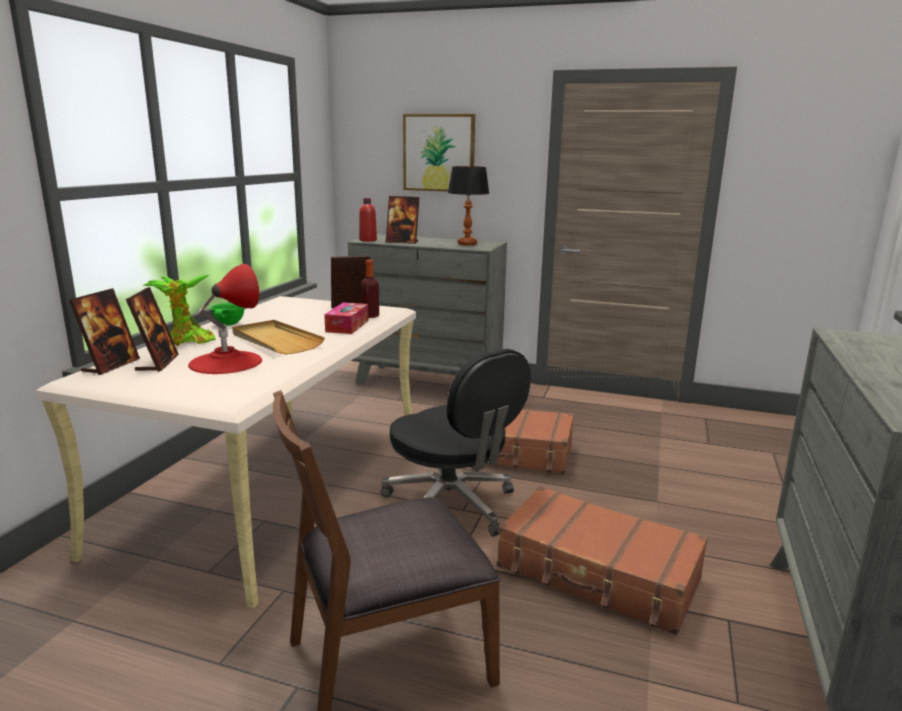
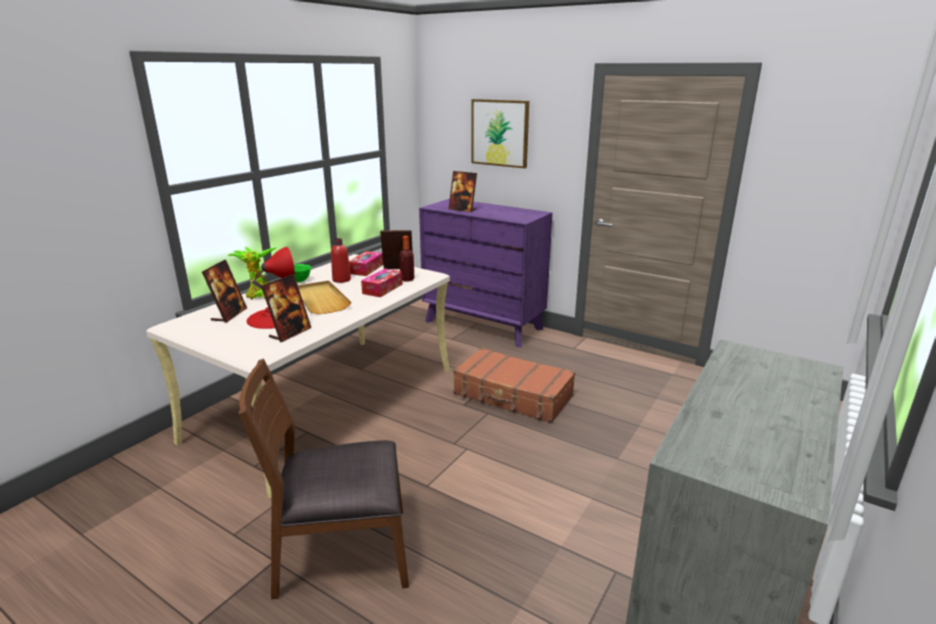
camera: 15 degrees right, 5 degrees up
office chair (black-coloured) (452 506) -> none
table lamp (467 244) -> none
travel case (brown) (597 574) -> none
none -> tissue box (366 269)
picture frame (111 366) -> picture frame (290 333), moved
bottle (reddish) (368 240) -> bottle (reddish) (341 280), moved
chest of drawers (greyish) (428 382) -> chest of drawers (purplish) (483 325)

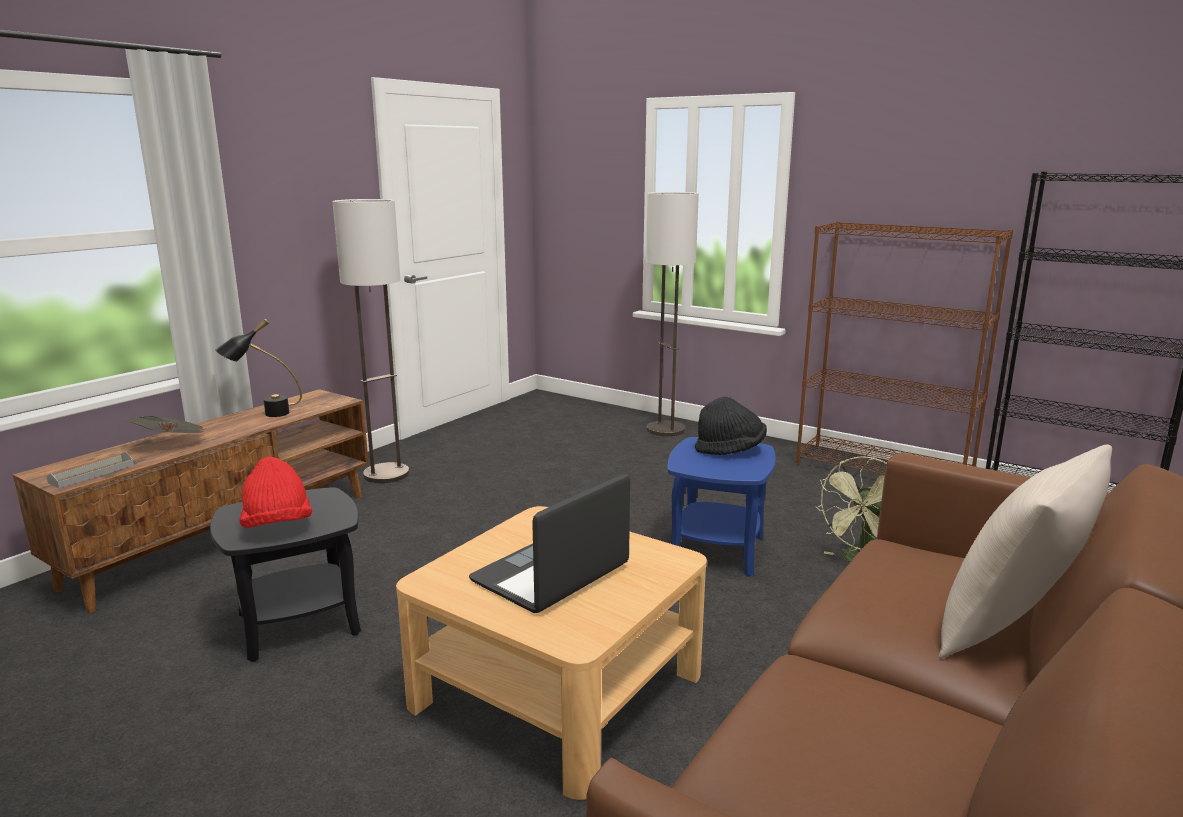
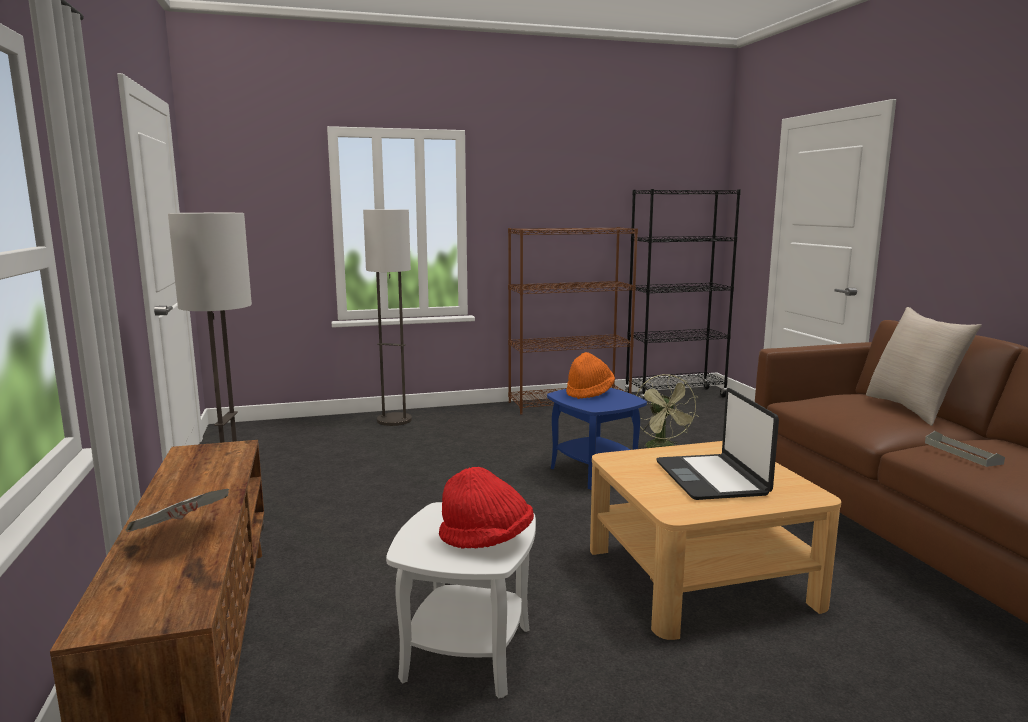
camera: 50 degrees left, 5 degrees down
table lamp (black-coloured) (265 414) -> none
serving tray (greyish) (92 474) -> serving tray (greyish) (962 453), moved
side table (black-coloured) (299 624) -> side table (white) (467 653)
clothing hat (black-coloured) (730 450) -> clothing hat (orangey) (589 393)

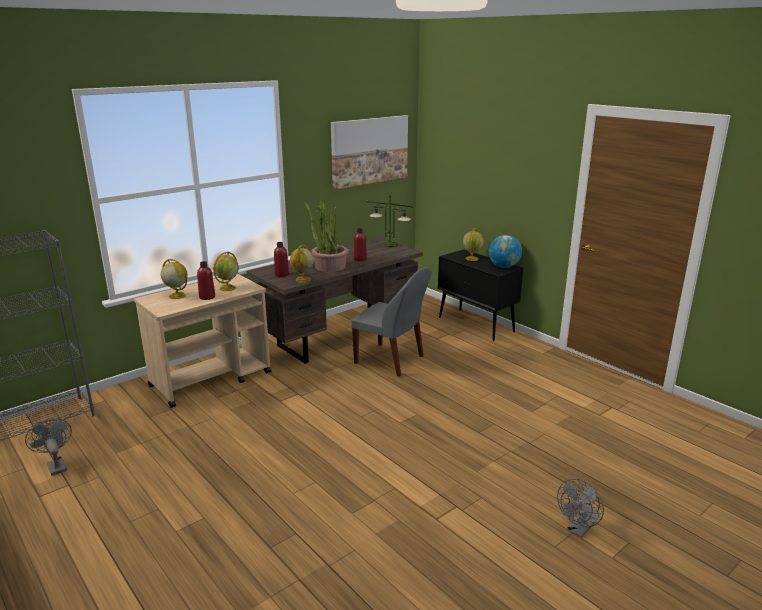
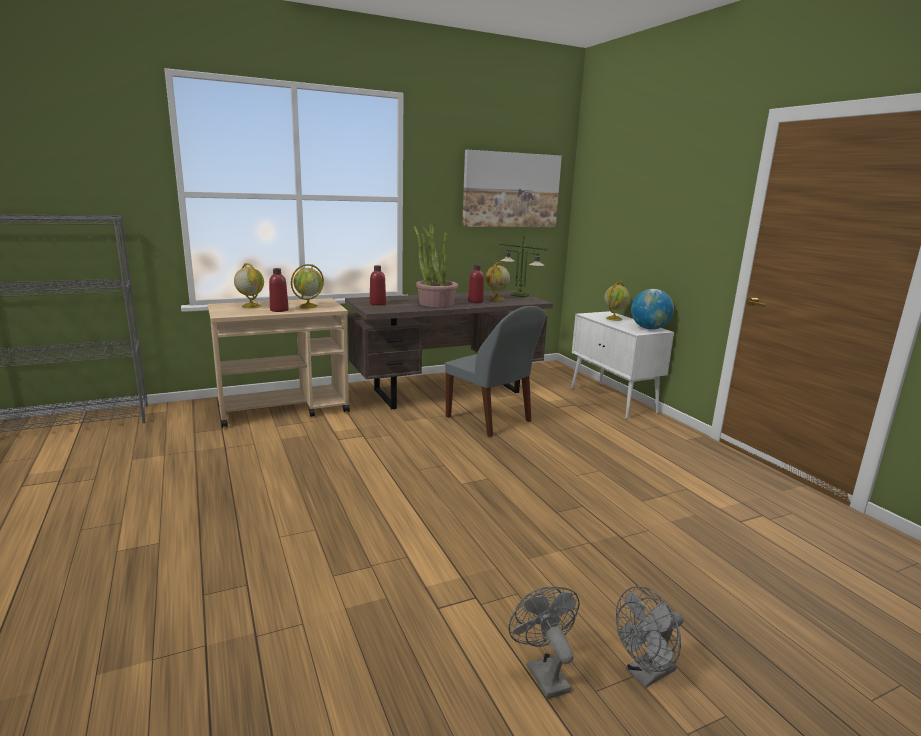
camera: 15 degrees right, 5 degrees down
cooling fan (greyish) (55 465) -> cooling fan (greyish) (543 672), moved
globe (303 280) -> globe (496 299), moved
cupboard (black-coloured) (476 325) -> cupboard (white) (613 401)

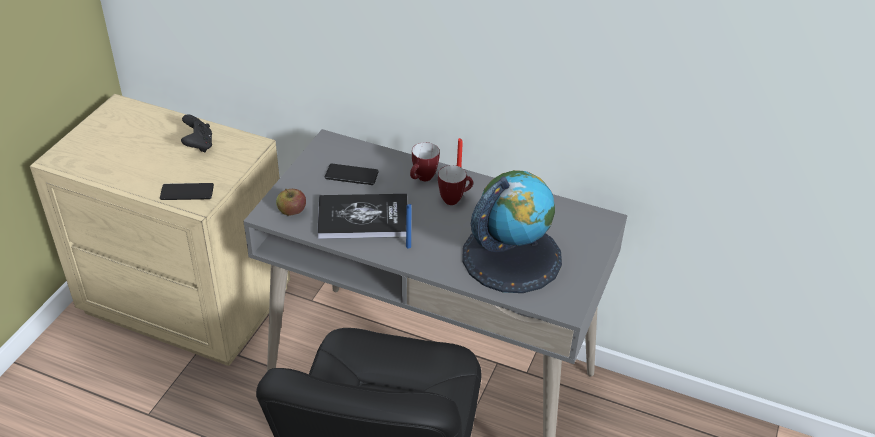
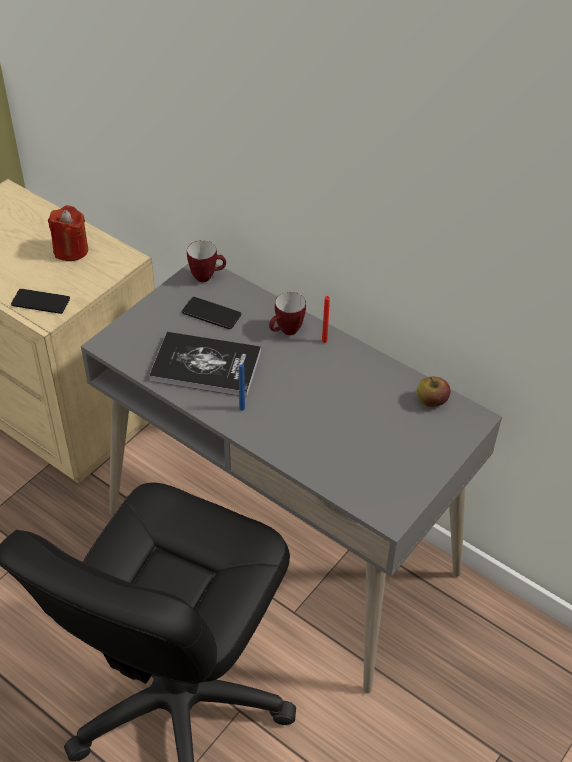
camera: 15 degrees right, 5 degrees up
globe (511 256) -> none
apple fruit (292 211) -> apple fruit (431 401), moved
mug (454 199) -> mug (207 277), moved
gamepad (black-coloured) (198 145) -> candle (reddish) (71 250)

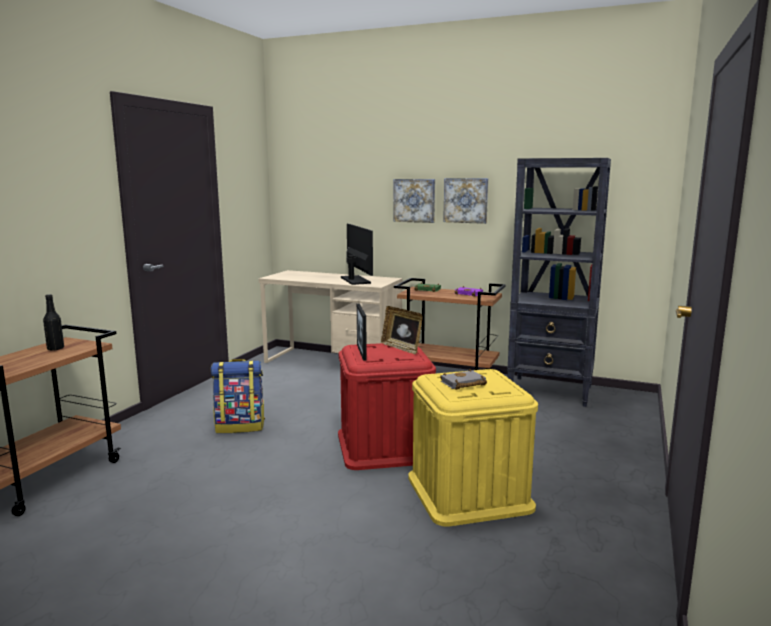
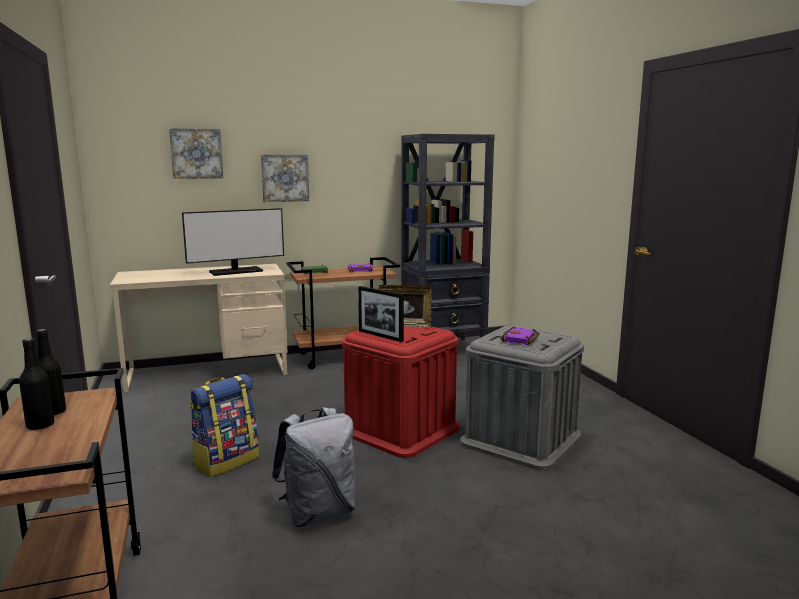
camera: 40 degrees left, 0 degrees up
none -> bottle (black-coloured) (40 425)
none -> backpack (greyish) (318 513)
wall picture (466 200) -> wall picture (196 153), moved
storage box (yellow) (469 492) -> storage box (greyish) (521 439)
book (greyish) (463 384) -> book (purplish) (521 340)
computer display (355 280) -> computer display (236 271), 120 degrees clockwise

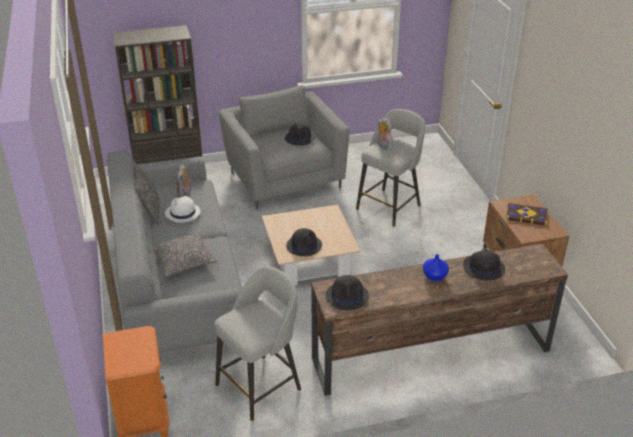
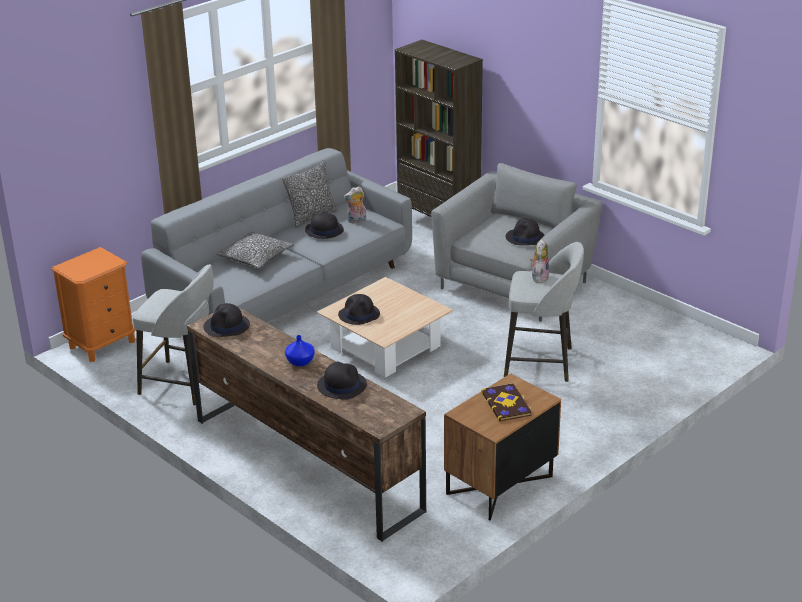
camera: 60 degrees right, 5 degrees down
clothing hat (white) (182 213) -> clothing hat (black-coloured) (324 230)

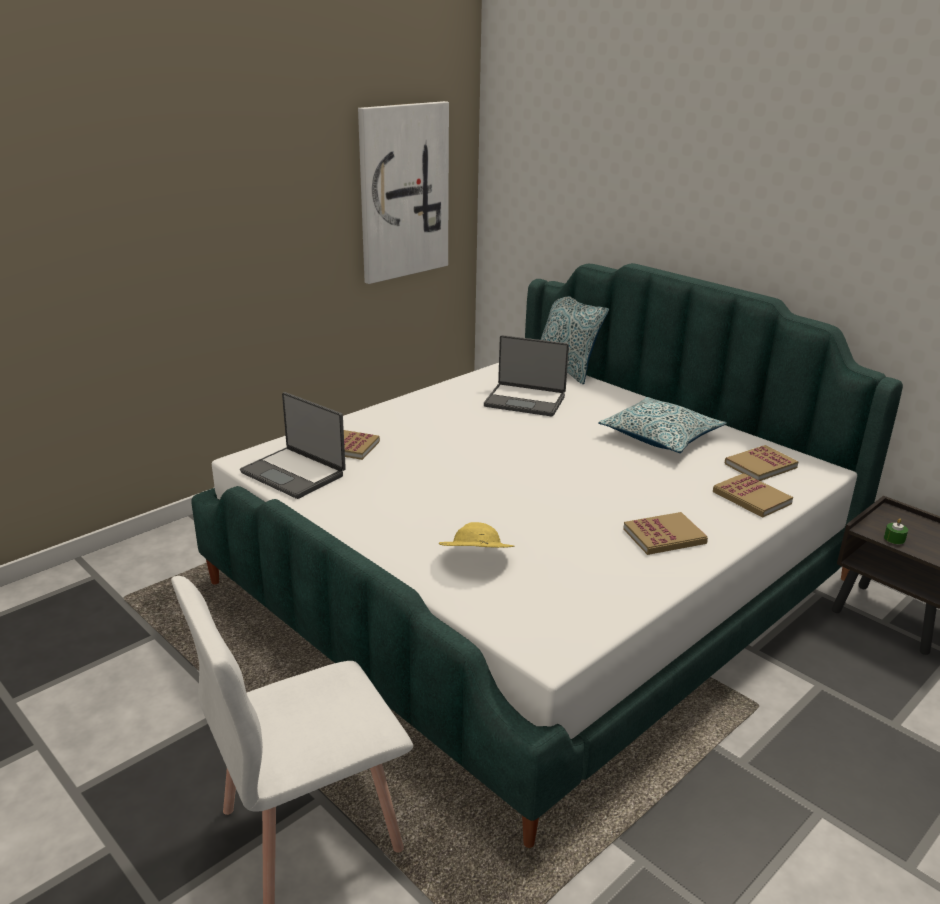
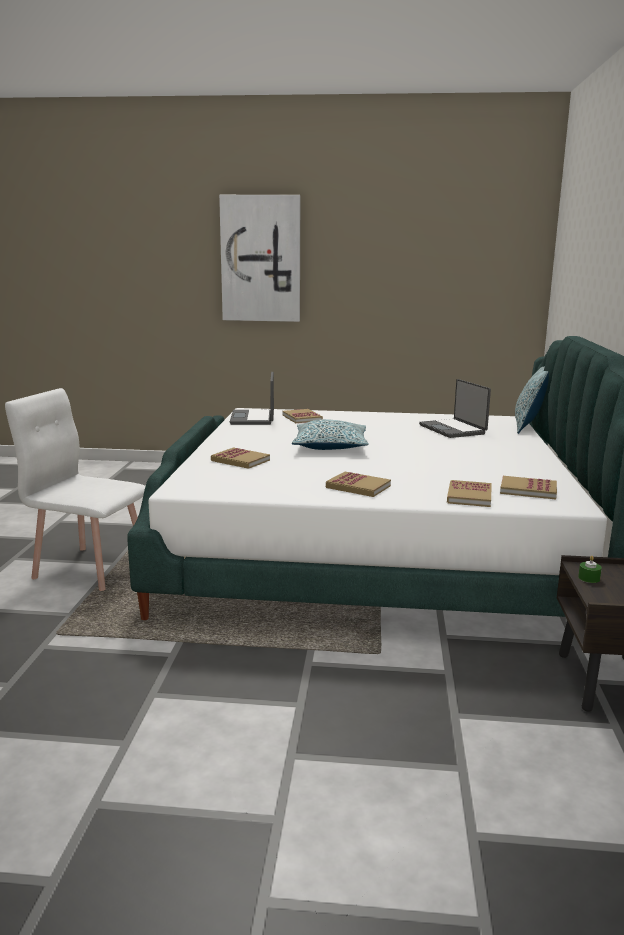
camera: 50 degrees right, 10 degrees down
wall picture (403 192) -> wall picture (261 259), moved
cushion (660 437) -> cushion (330 446), moved
clothing hat (yellow) (475 560) -> book (240 460)

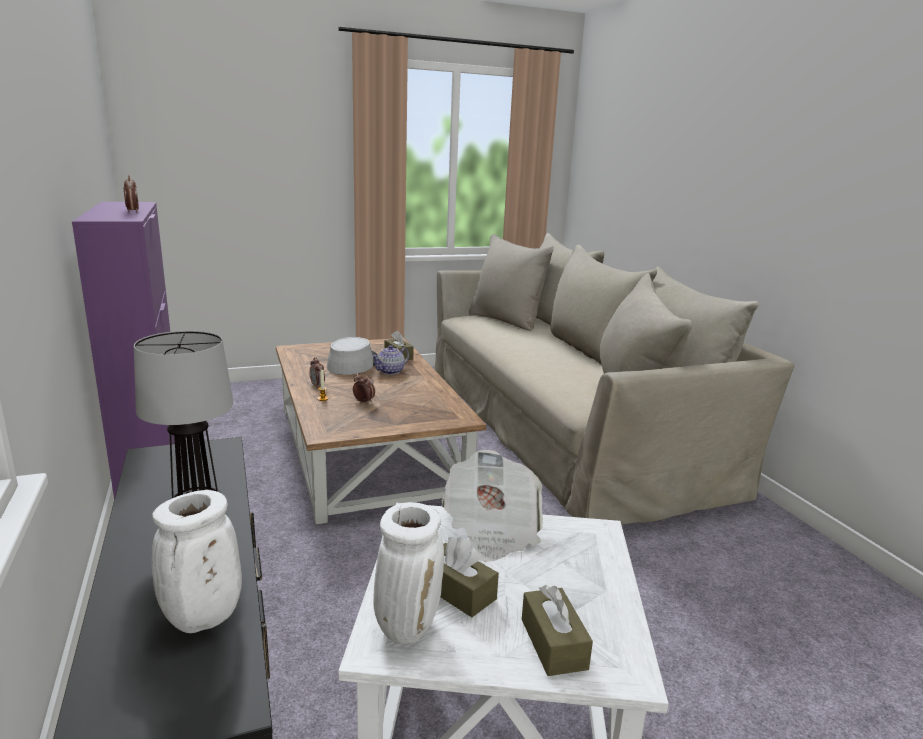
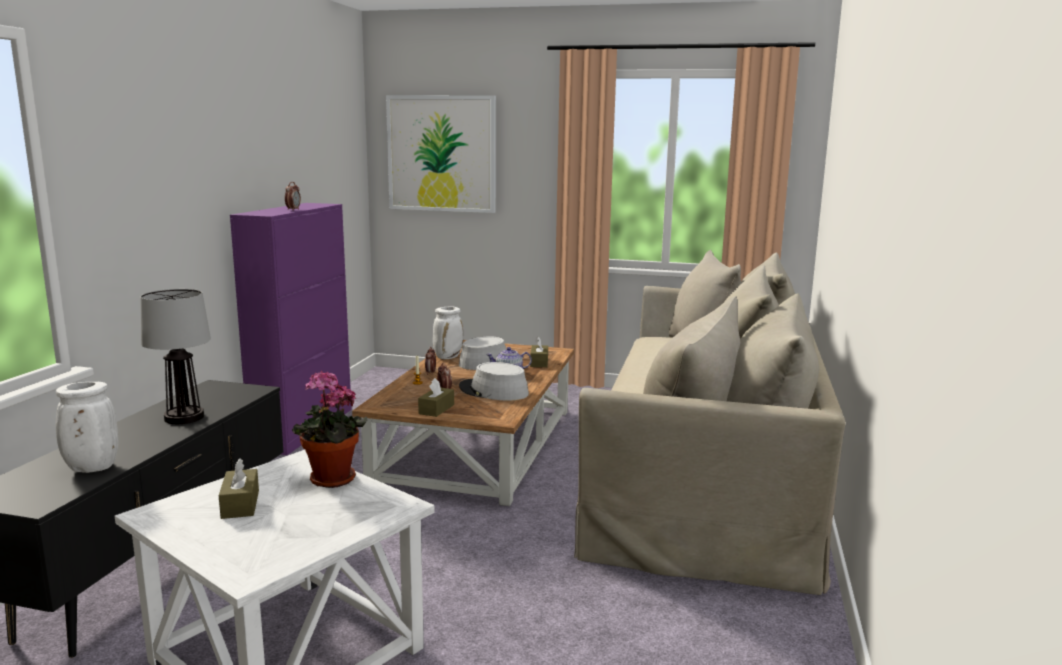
camera: 35 degrees right, 5 degrees down
none -> wall picture (441 154)
none -> clothing hat (greyish) (493 391)
flower vase (white) (407 625) -> flower vase (white) (448 357), moved
tissue box (brown) (553 643) -> tissue box (brown) (436 409), moved
daily paper (492 529) -> plant in a pot (330 481)

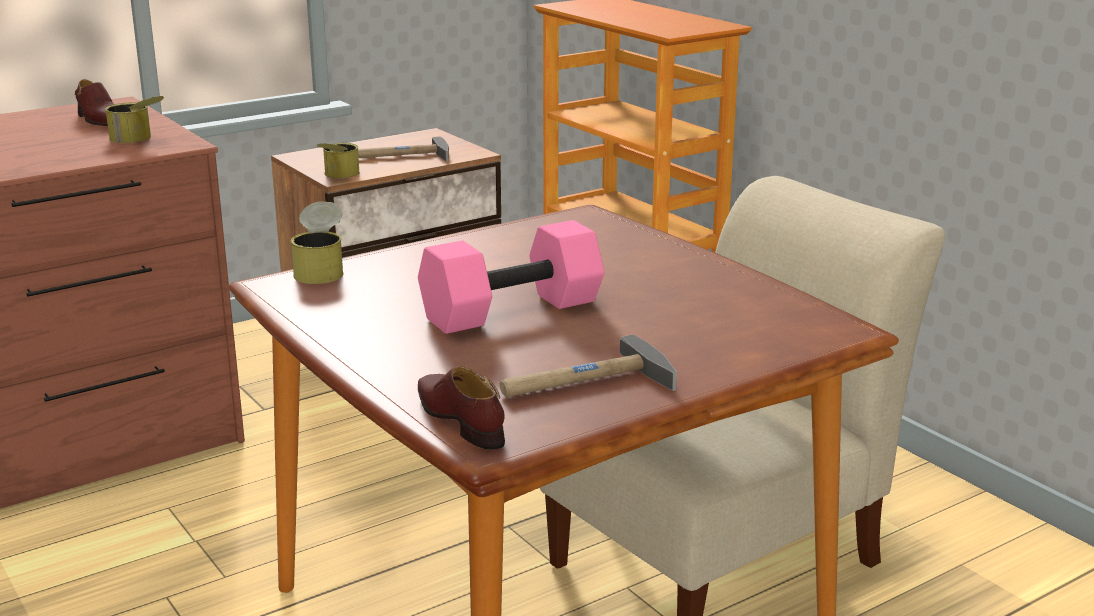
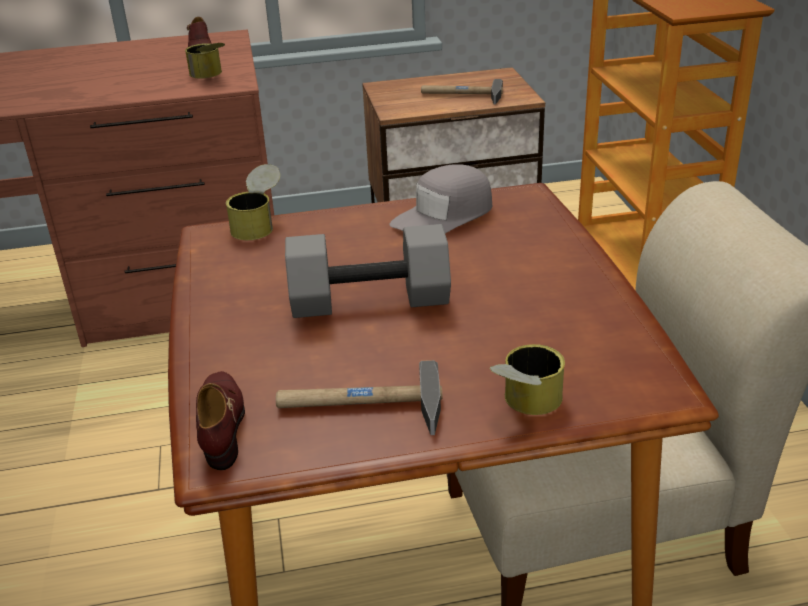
camera: 25 degrees right, 10 degrees up
none -> cap (greyish) (444 216)
sealed can (338 176) -> sealed can (524 406), moved
free weight (pink-coloured) (512 309) -> free weight (greyish) (371 299)

